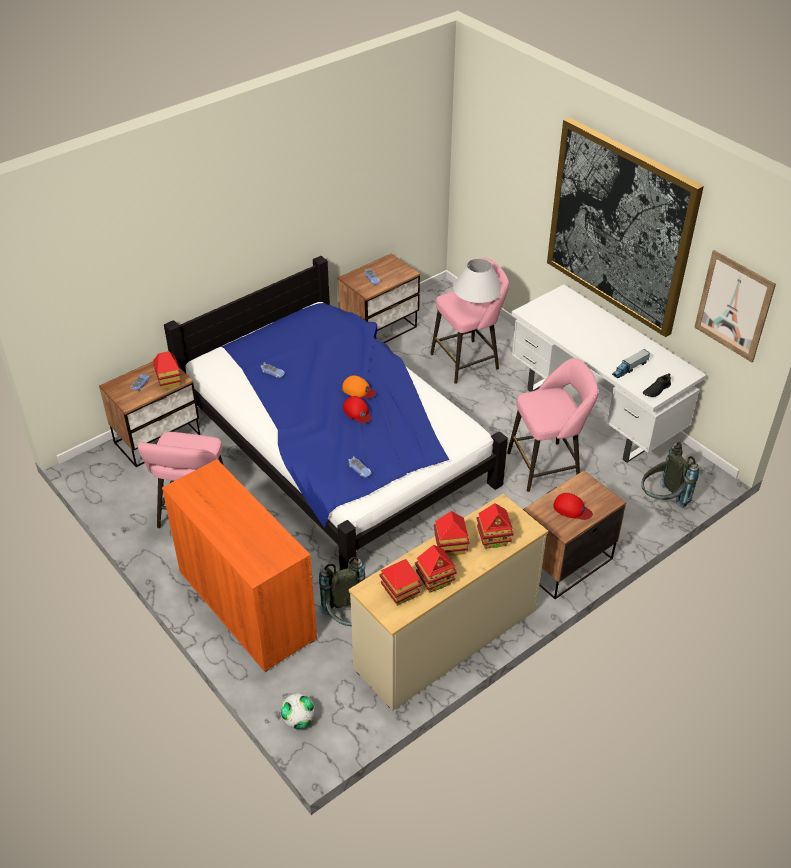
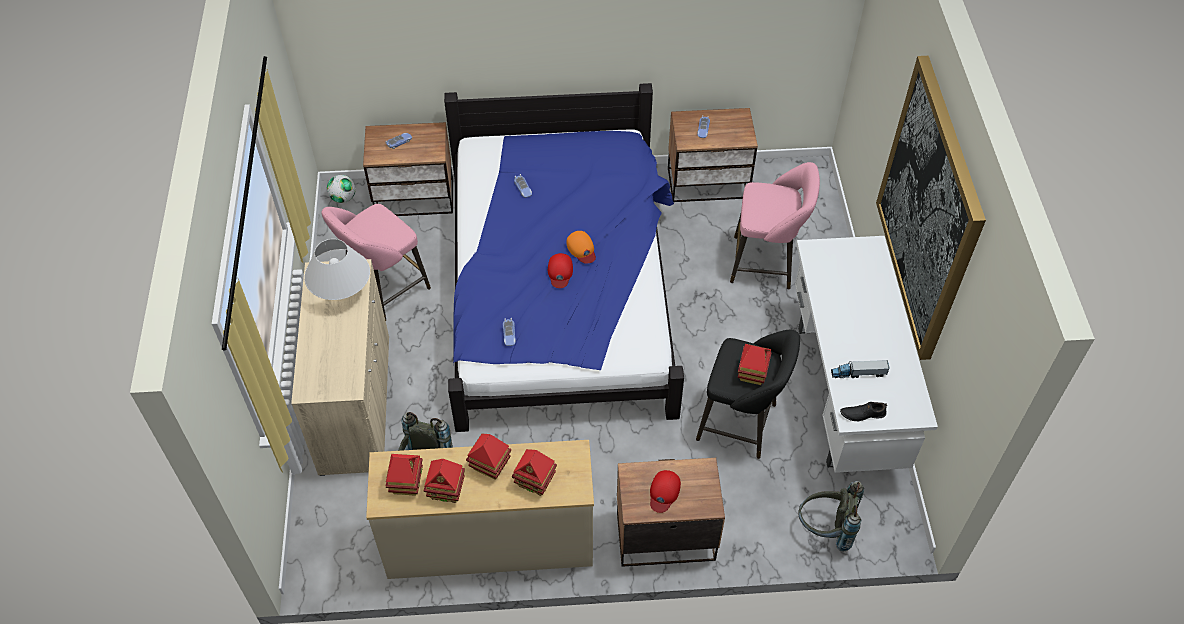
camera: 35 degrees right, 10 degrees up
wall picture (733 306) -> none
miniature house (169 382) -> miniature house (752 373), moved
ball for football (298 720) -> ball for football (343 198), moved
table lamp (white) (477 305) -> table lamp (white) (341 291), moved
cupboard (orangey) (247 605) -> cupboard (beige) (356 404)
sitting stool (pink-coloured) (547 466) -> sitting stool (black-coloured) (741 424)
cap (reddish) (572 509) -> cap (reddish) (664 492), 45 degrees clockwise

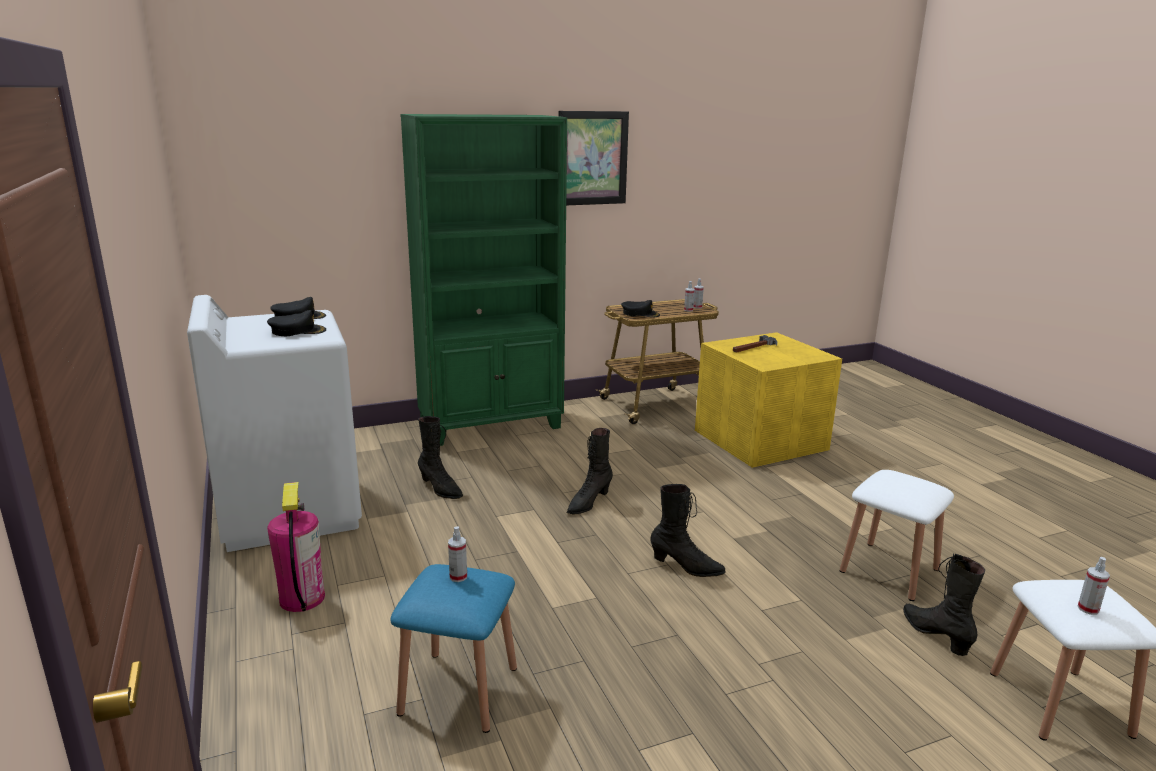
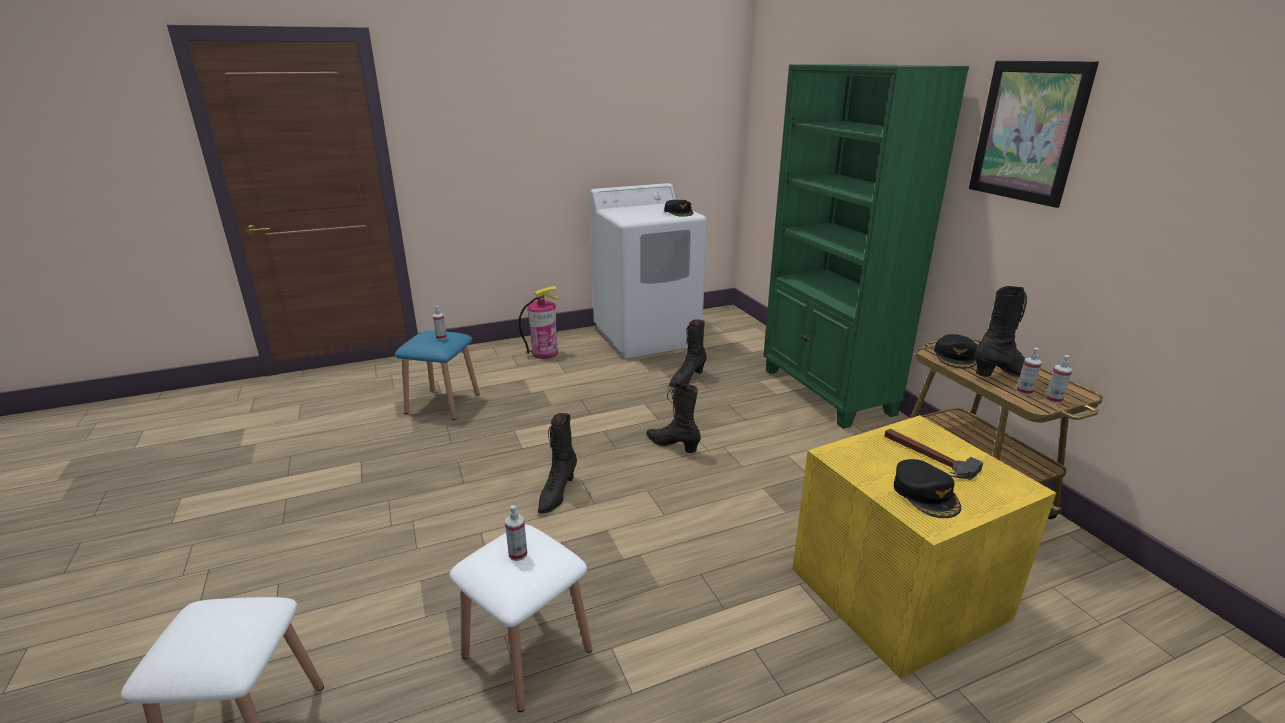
camera: 90 degrees right, 5 degrees up
cap (black-coloured) (297 331) -> cap (black-coloured) (926 494), moved
high-top boot (black-coloured) (935 635) -> high-top boot (black-coloured) (1004 373), moved
sprayer (1088 609) -> sprayer (518 554), moved

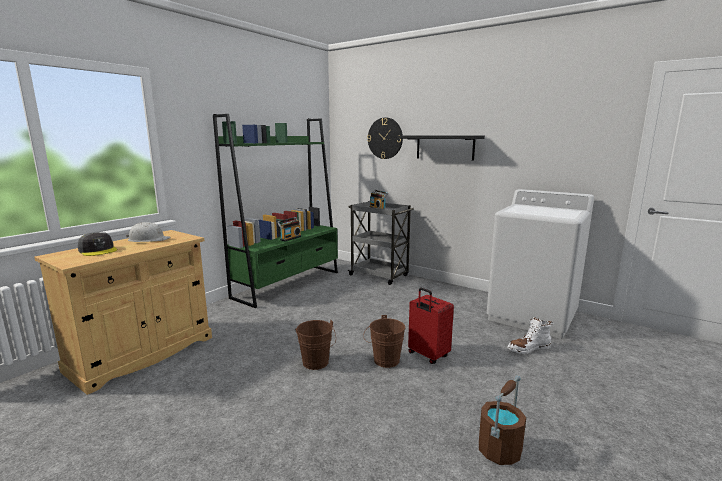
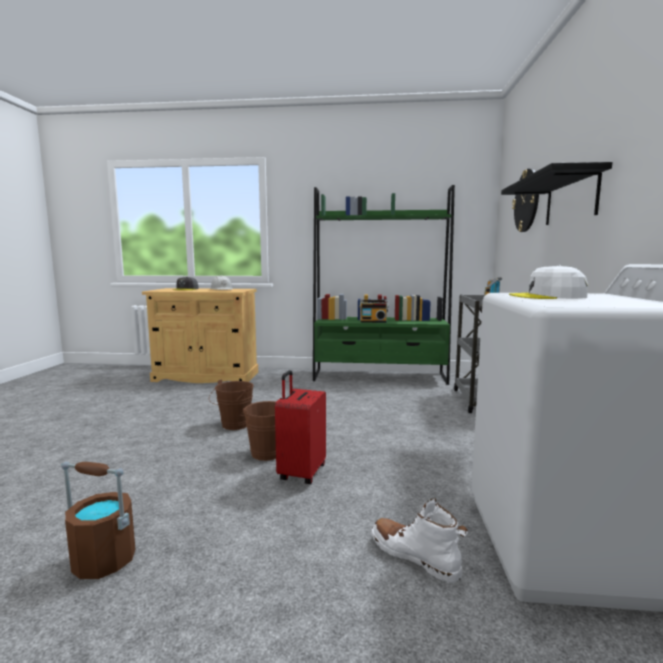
camera: 60 degrees right, 5 degrees down
none -> cap (white) (548 296)

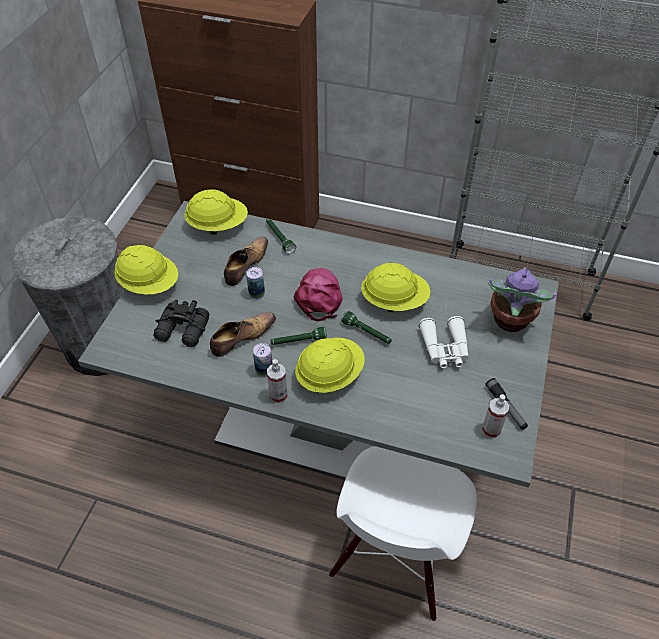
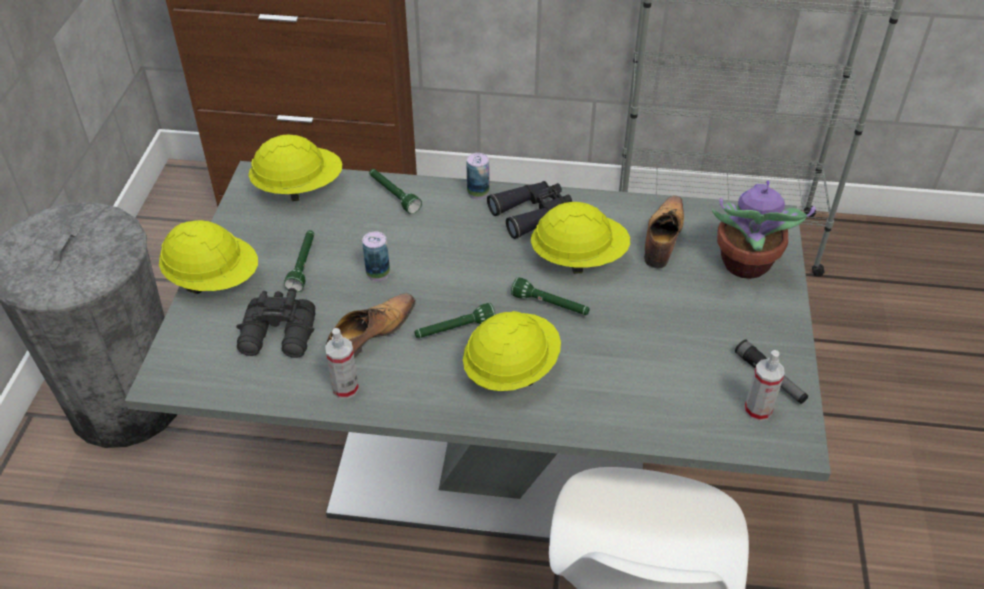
camera: 10 degrees left, 5 degrees down
cap (pink-coloured) (319 296) -> none
binoculars (white) (445 348) -> none
none -> torch (green) (303 265)
none -> binoculars (black-coloured) (532 214)
shoe (246 265) -> shoe (663 238), moved
sealed can (264 370) -> sealed can (478 193), moved
sprayer (278 395) -> sprayer (345 388), moved

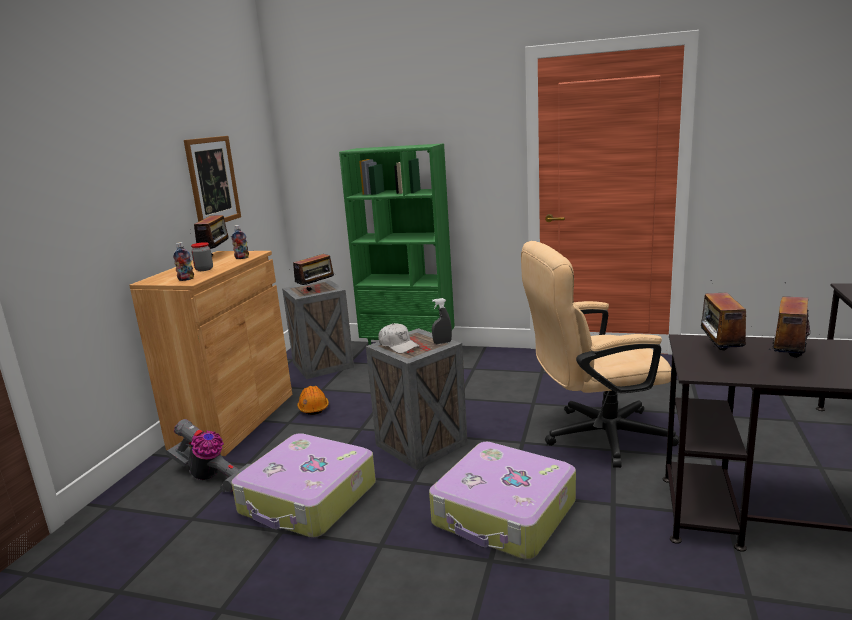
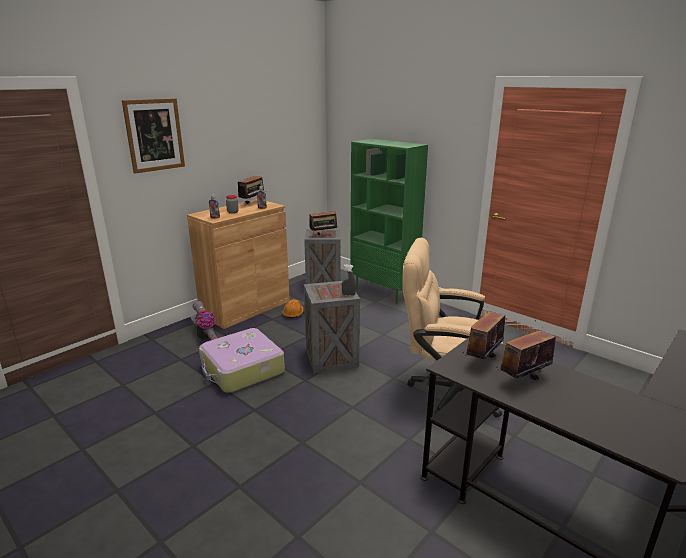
camera: 25 degrees right, 5 degrees up
cap (white) (398 345) -> none
travel case (504 514) -> none
wall picture (213 181) -> wall picture (154 135), moved

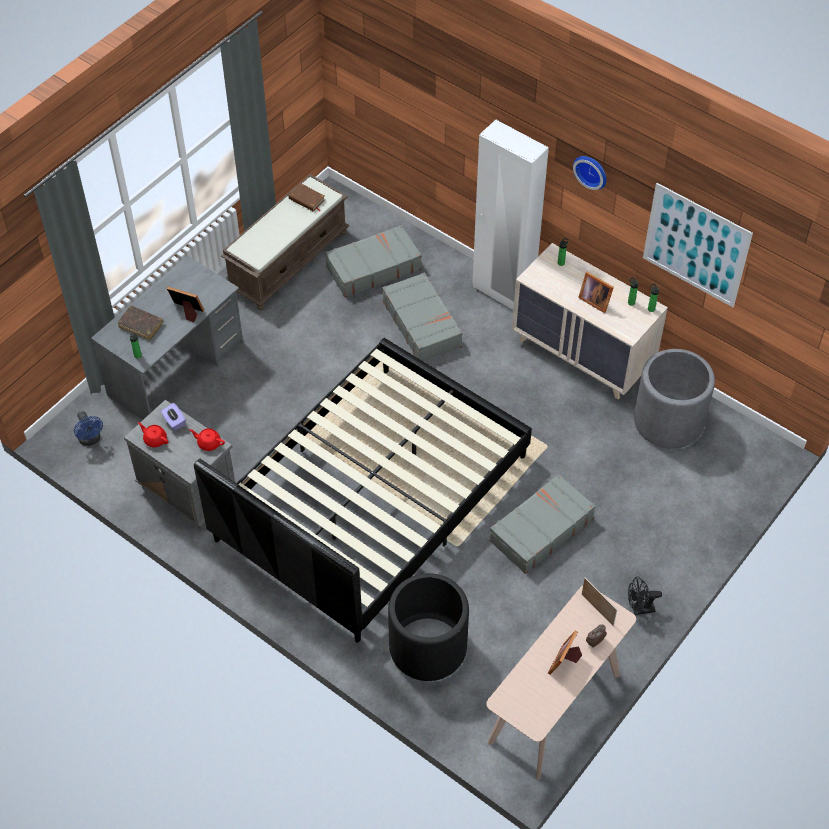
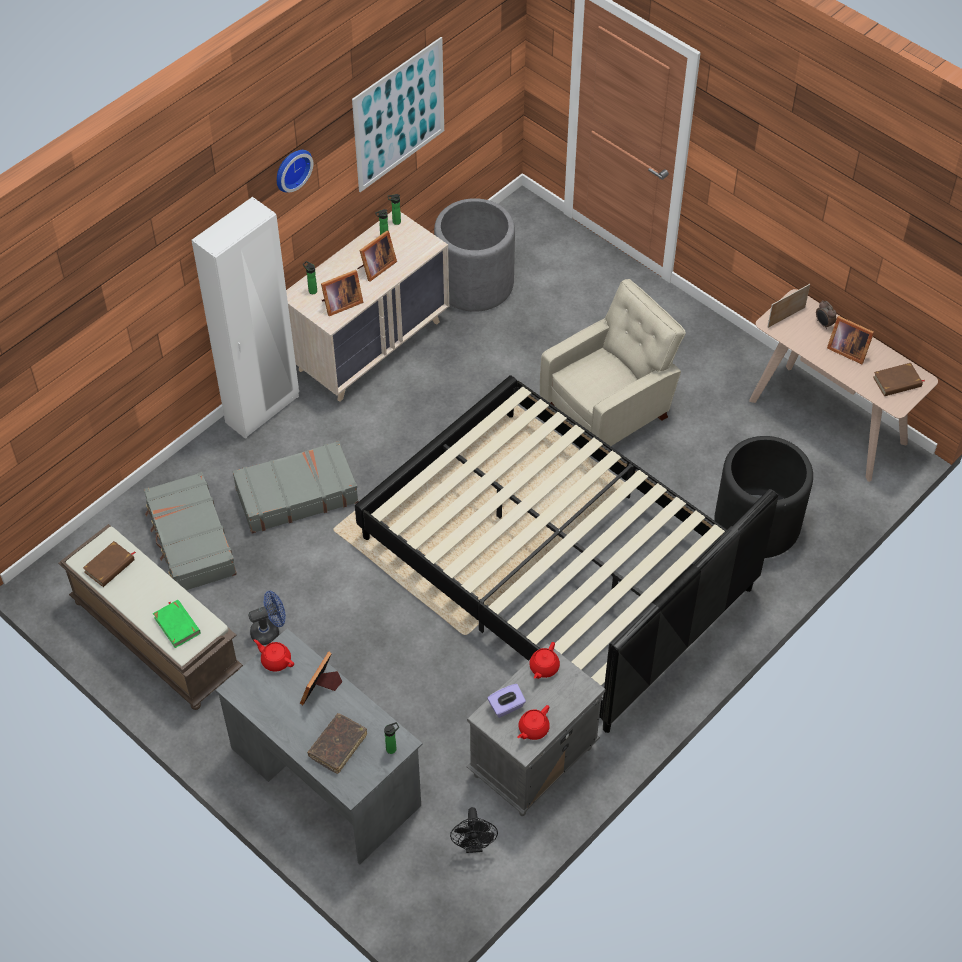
camera: 85 degrees left, 0 degrees up
none -> book (green) (177 625)
none -> tea pot (reddish) (275 660)
none -> picture frame (340 304)
none -> book (brown) (897 382)
cooling fan (blue-coloured) (91 440) -> cooling fan (blue-coloured) (269 631), moved
cooling fan (black-coloured) (639 609) -> cooling fan (black-coloured) (474 845), moved
travel case (greyish) (540 529) -> easy chair (beige) (610 410)

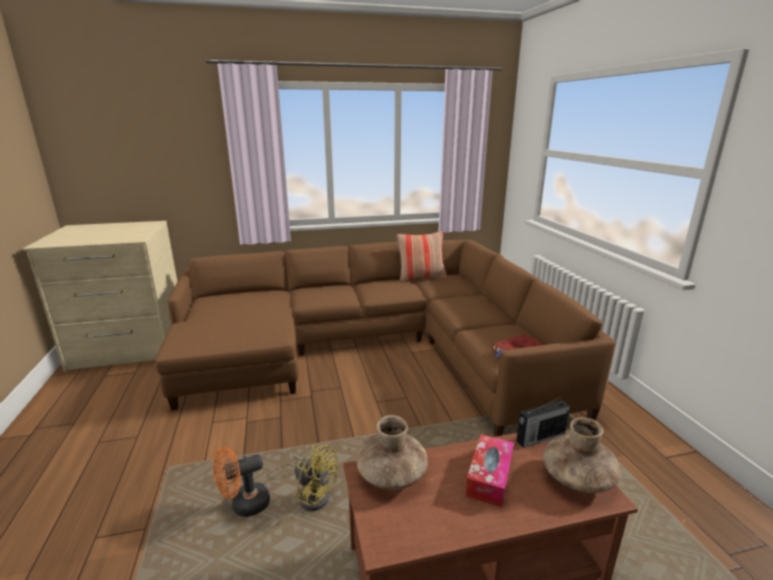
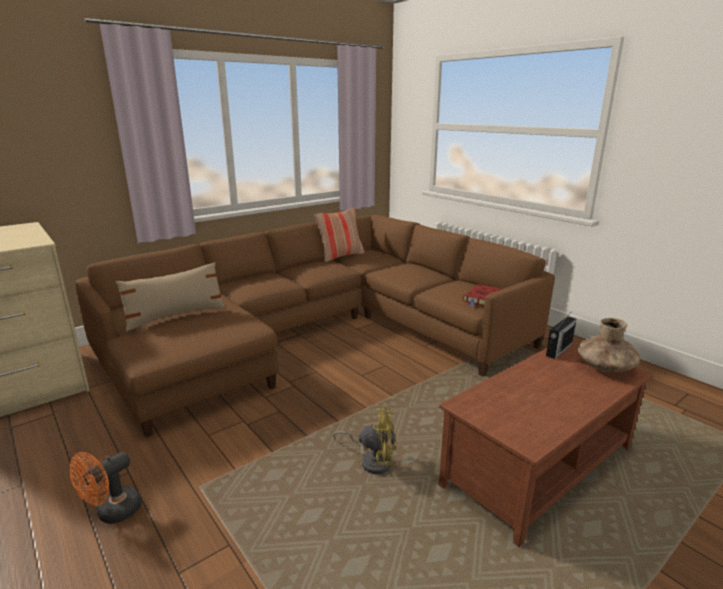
camera: 25 degrees left, 0 degrees up
flower vase (brown) (392 474) -> none
tissue box (489 477) -> none
none -> cushion (beige) (176 316)
cooling fan (orangey) (244 505) -> cooling fan (orangey) (112 513), moved

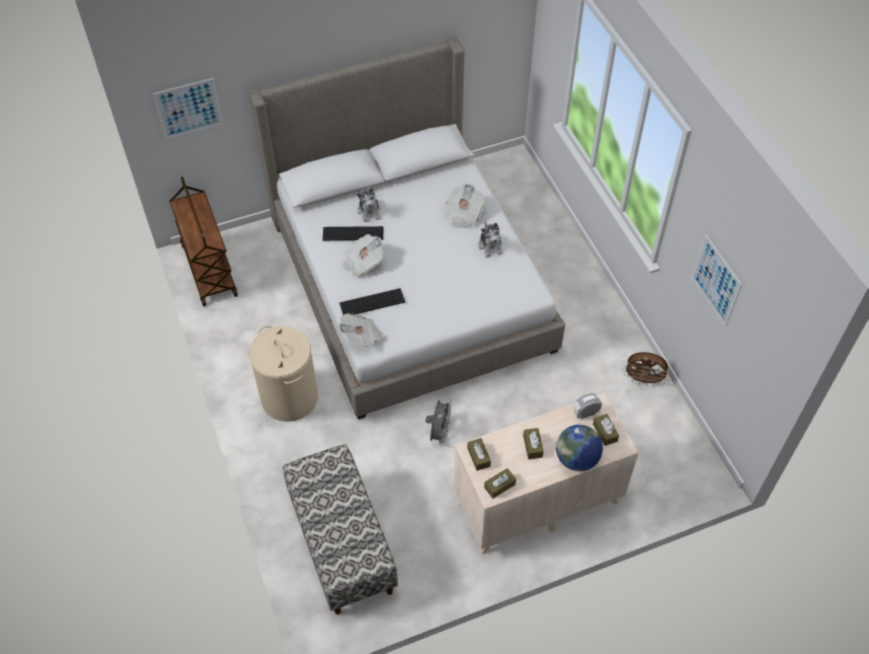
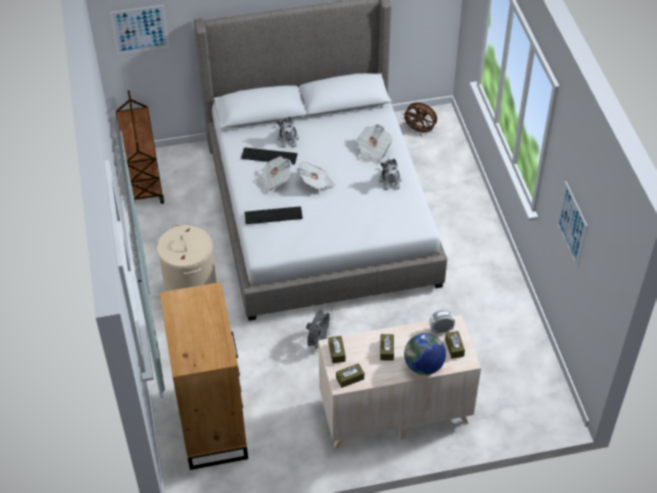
camera: 10 degrees right, 5 degrees down
daily paper (362 337) -> daily paper (315 183), moved
cooling fan (brown) (643 380) -> cooling fan (brown) (419 130), moved
bench (341 544) -> chest of drawers (brown) (212 422)

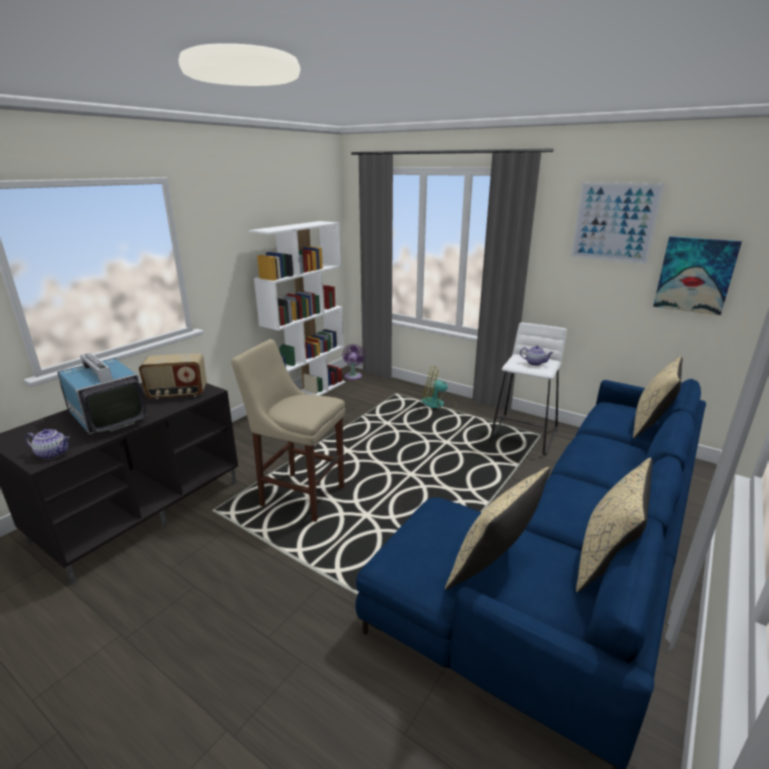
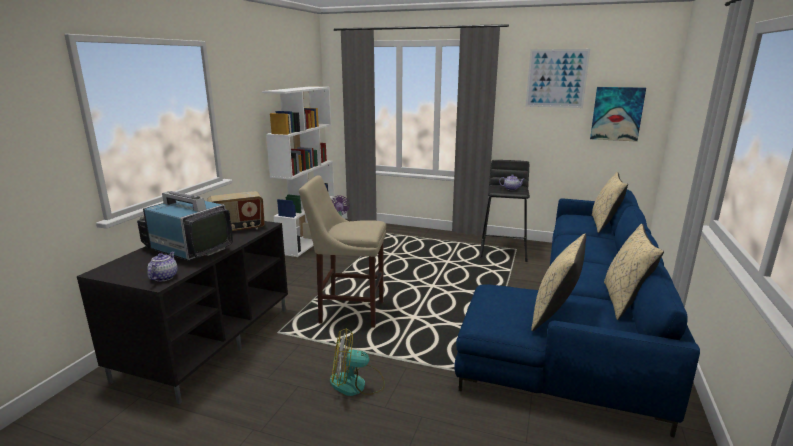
camera: 15 degrees left, 5 degrees down
cooling fan (438 404) -> cooling fan (356 384), moved
sitting stool (white) (524 435) -> sitting stool (black-coloured) (504 251)
tea pot (53 454) -> tea pot (164 277), 75 degrees counterclockwise

